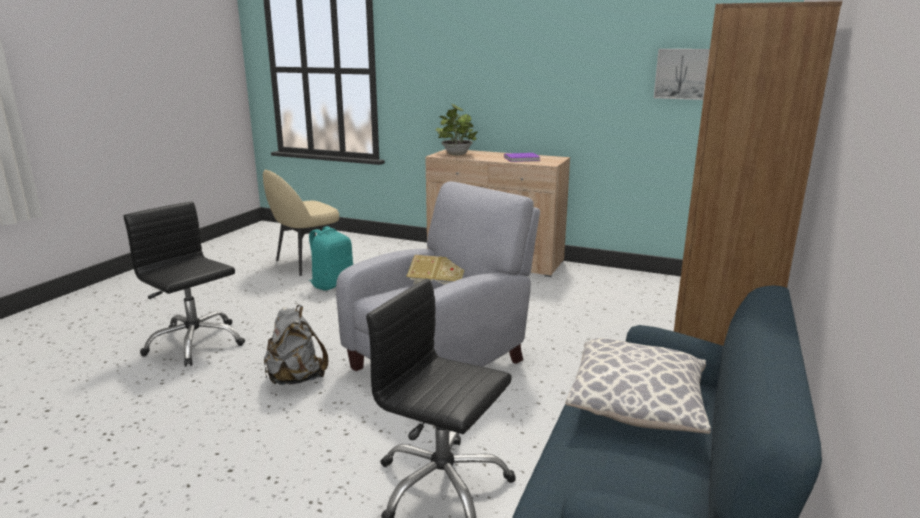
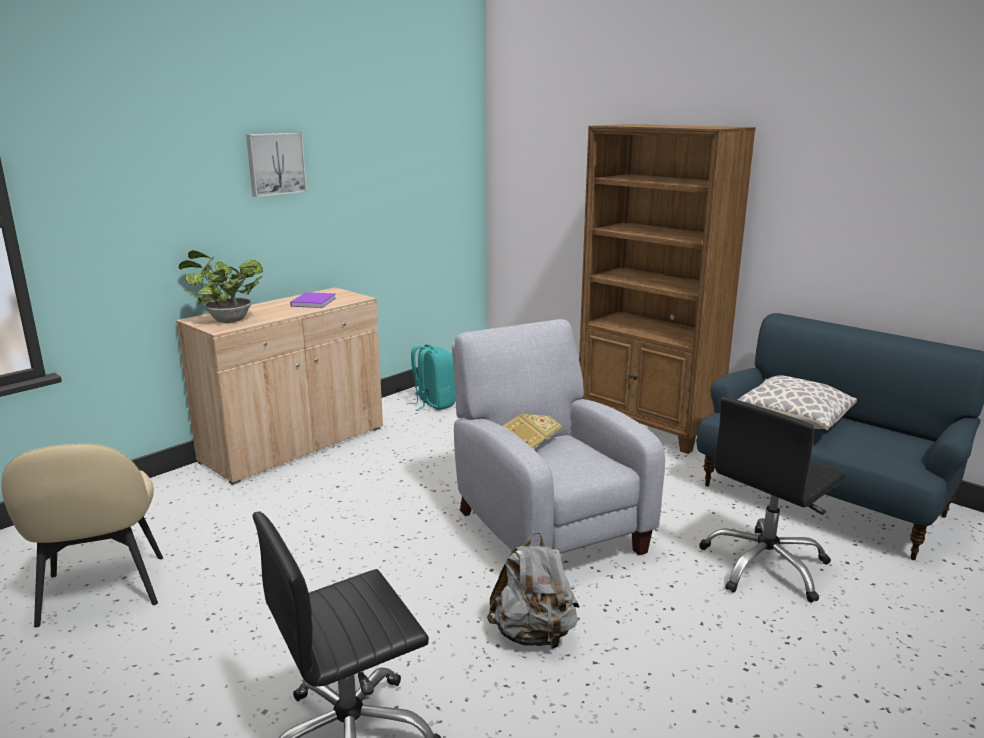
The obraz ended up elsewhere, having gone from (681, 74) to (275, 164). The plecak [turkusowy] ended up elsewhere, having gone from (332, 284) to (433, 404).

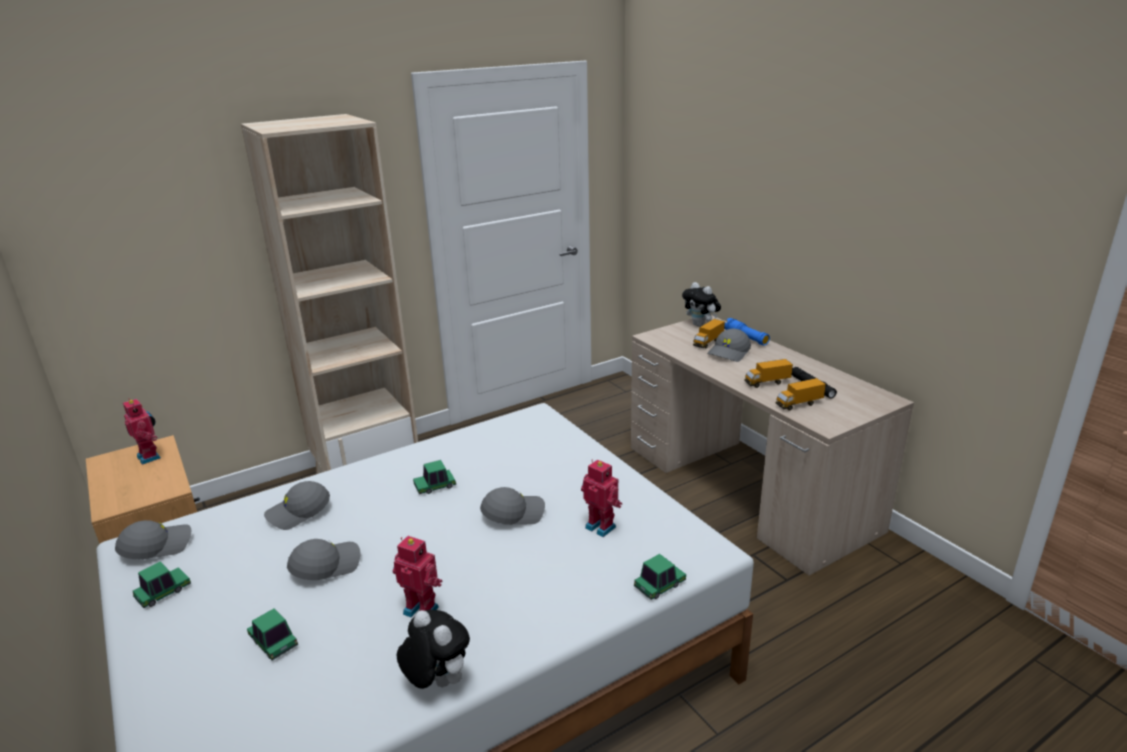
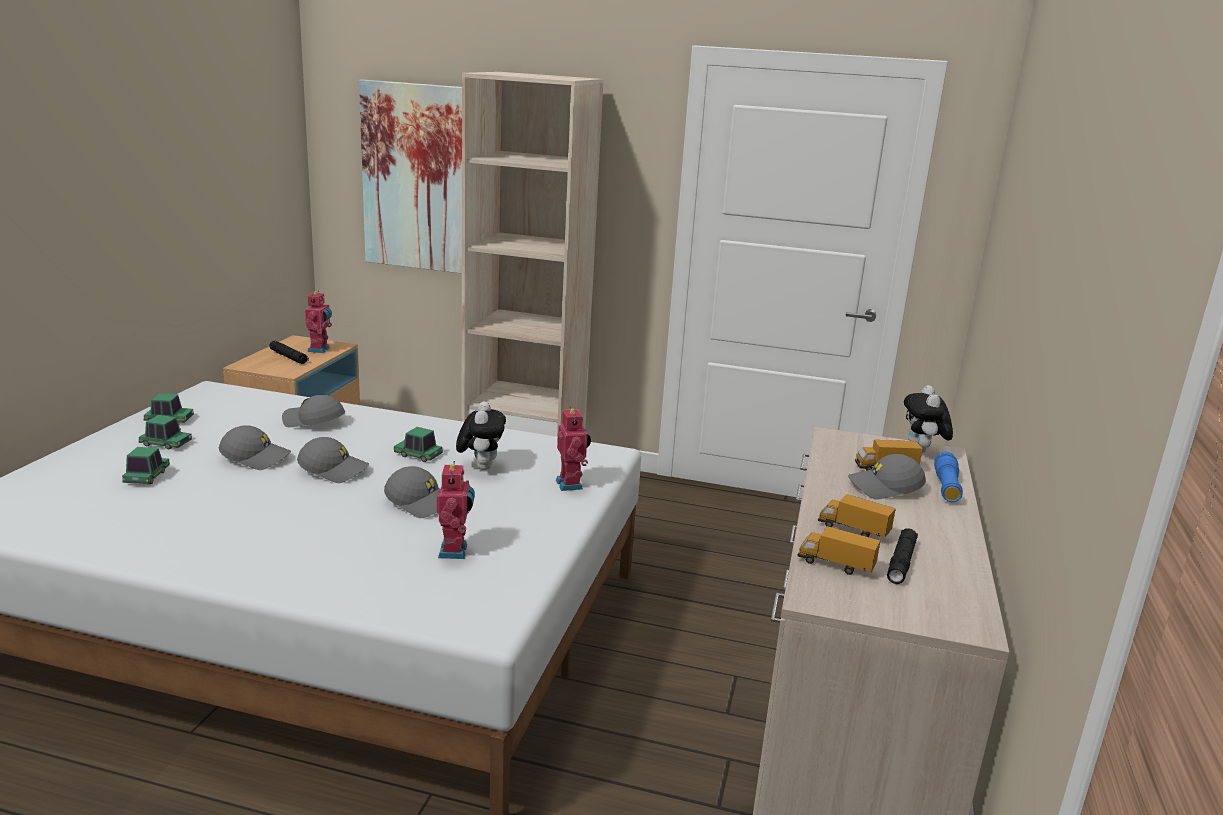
The samochodzik ended up elsewhere, having gone from (659, 585) to (165, 444). The second view gained the latarka [czarny] at (289, 357). The czapka z daszkiem [szary] ended up elsewhere, having gone from (157, 546) to (334, 470). The second view gained the obraz at (419, 178). The pluszak ended up elsewhere, having gone from (436, 682) to (481, 466). The robot zabawkowy ended up elsewhere, having gone from (422, 609) to (571, 484).

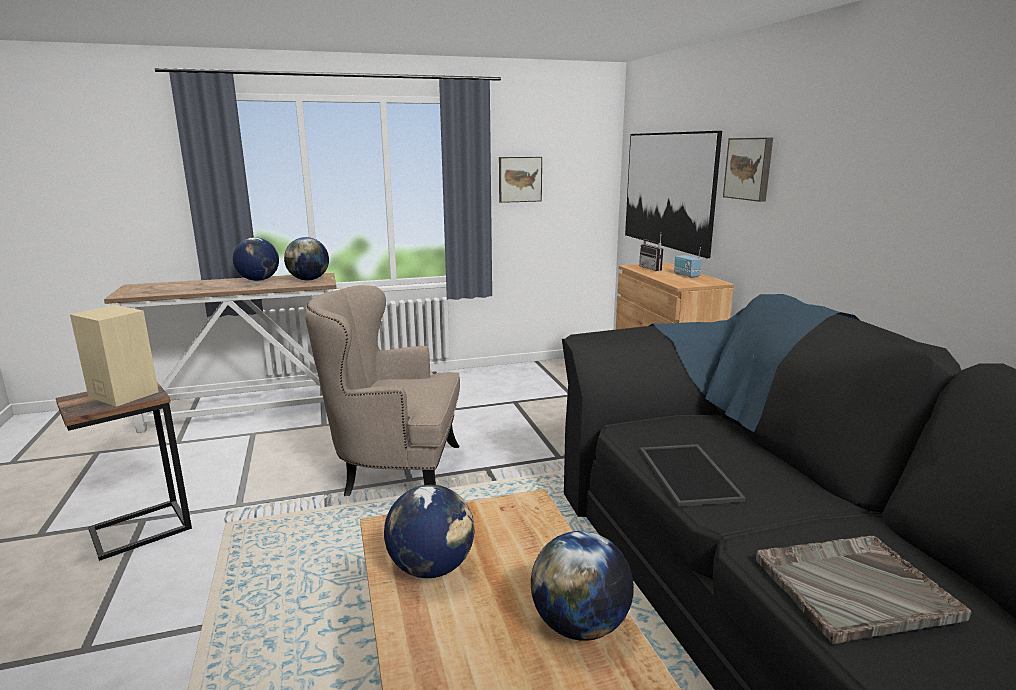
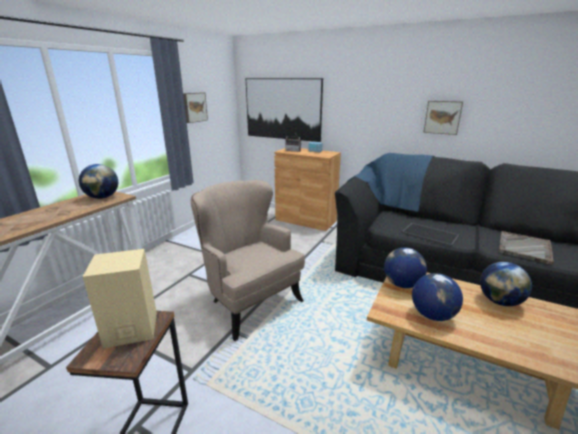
The fotel [beżowy] at (394, 474) ended up facing another way, 90 degrees clockwise from before. The globus ended up elsewhere, having gone from (258, 280) to (402, 284). The obraz ended up elsewhere, having gone from (749, 168) to (442, 117).

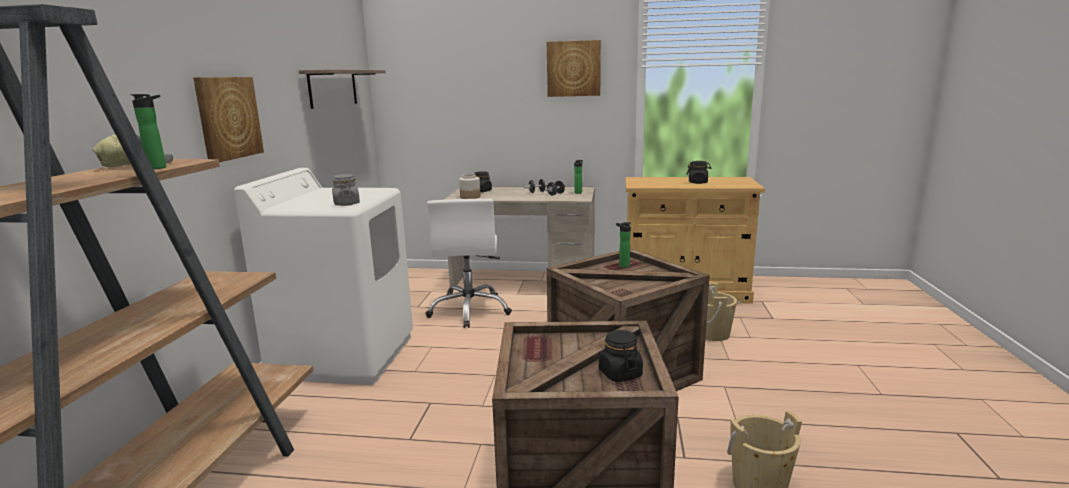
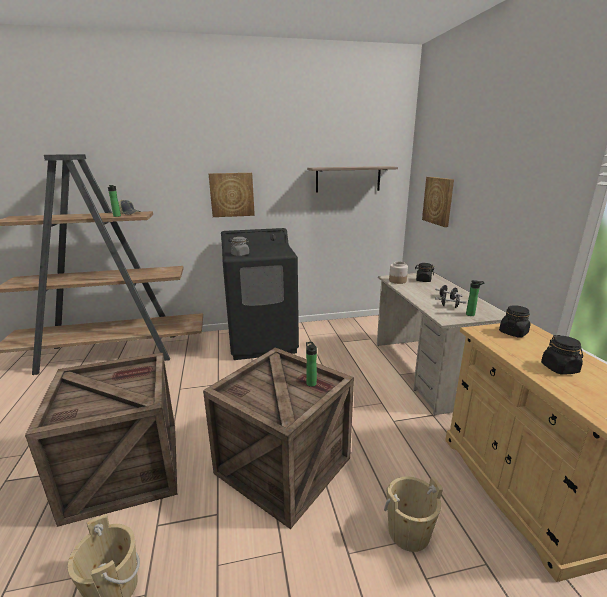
What was the pralka [biały] at (345, 356) turned into the pralka [czarny] at (263, 341). The obraz ended up elsewhere, having gone from (573, 68) to (438, 201). The słoik [czarny] ended up elsewhere, having gone from (620, 374) to (513, 332). The second view lost the krzesło biurowe [biały] at (470, 310).

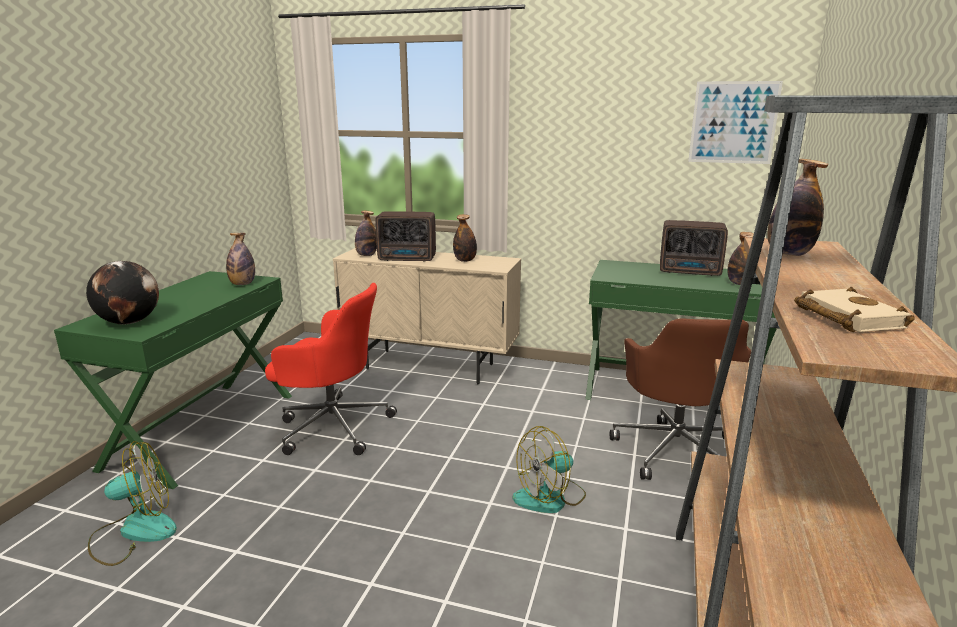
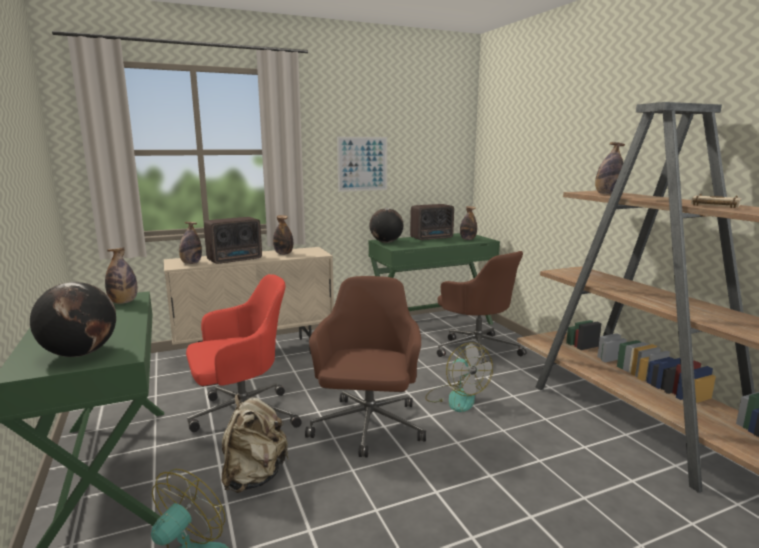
The second view gained the plecak [beżowy] at (254, 477). The second view gained the krzesło biurowe [brązowy] at (368, 428). The obraz ended up elsewhere, having gone from (733, 122) to (362, 164). The second view gained the globus at (386, 242). The wentylator at (550, 497) ended up facing another way, 45 degrees counterclockwise from before.

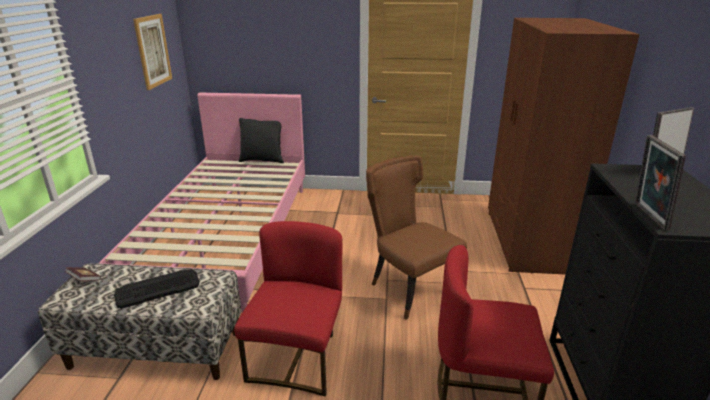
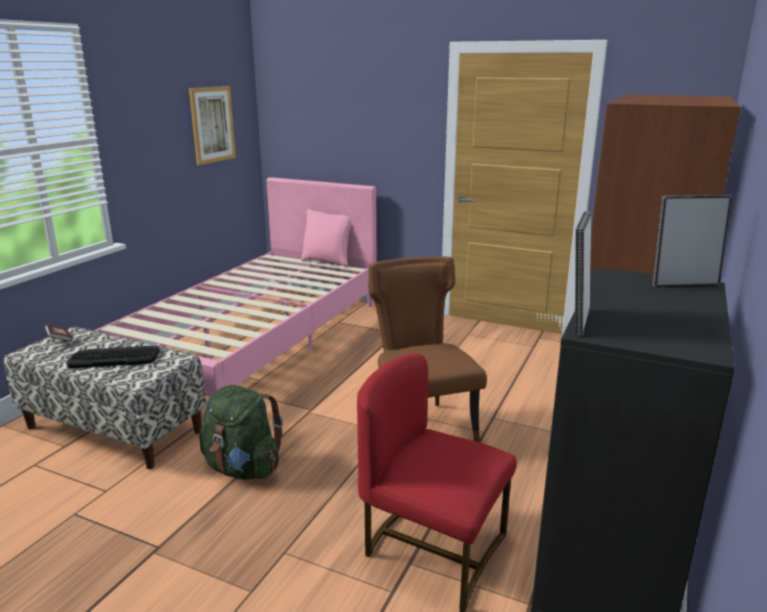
Where the krzesło [czerwony] stood at (297, 358), the plecak [zielony] came to stand at (242, 468). What was the poduszka [czarny] at (262, 160) turned into the poduszka [różowy] at (327, 261).

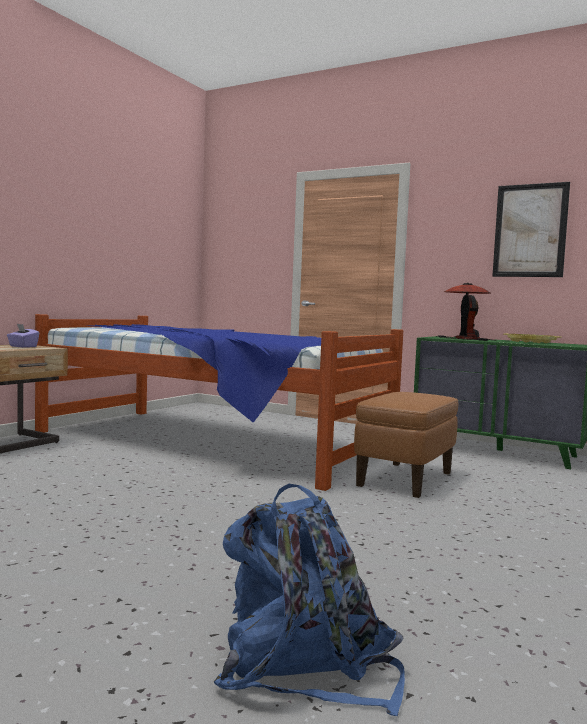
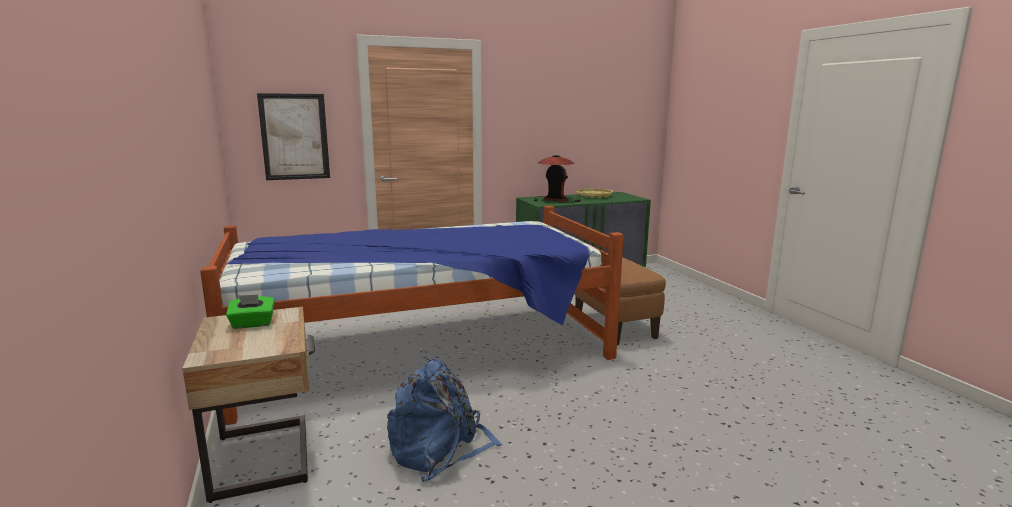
What was the pudełko chusteczek [fioletowy] at (22, 346) turned into the pudełko chusteczek [zielony] at (252, 324). The obraz ended up elsewhere, having gone from (530, 230) to (294, 137). The plecak [niebieski] ended up elsewhere, having gone from (305, 664) to (440, 449).

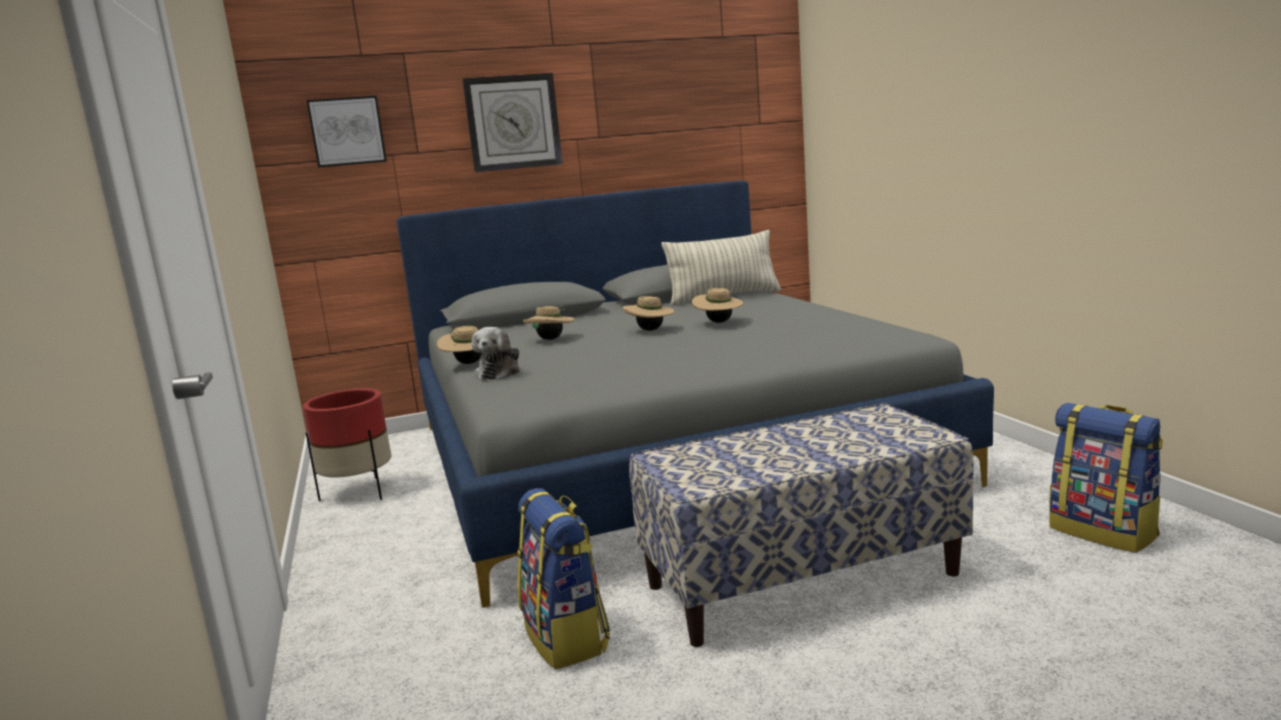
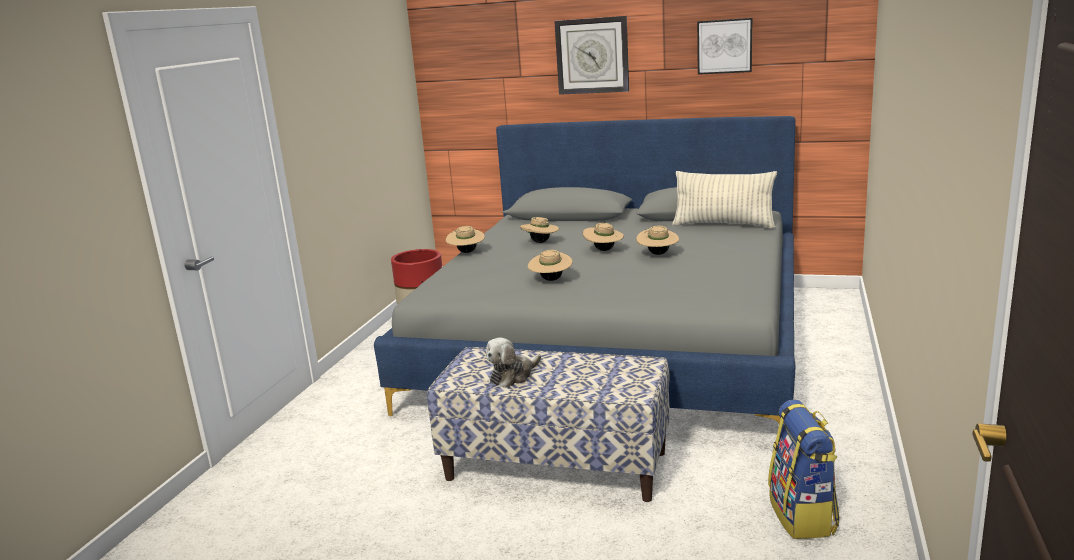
The pluszak ended up elsewhere, having gone from (499, 372) to (513, 376). The second view gained the kapelusz [beżowy] at (551, 280). The obraz ended up elsewhere, having gone from (347, 131) to (724, 46). The second view lost the plecak at (567, 638).

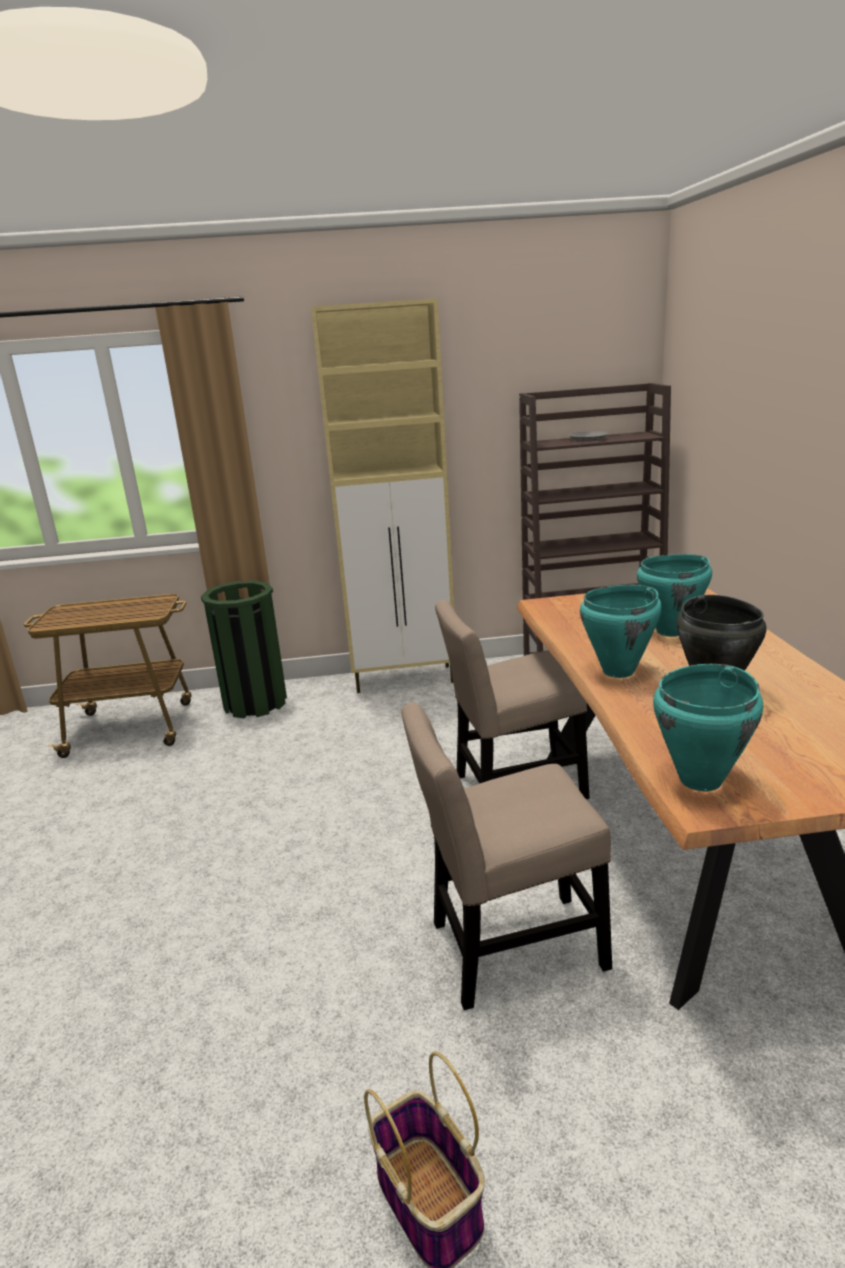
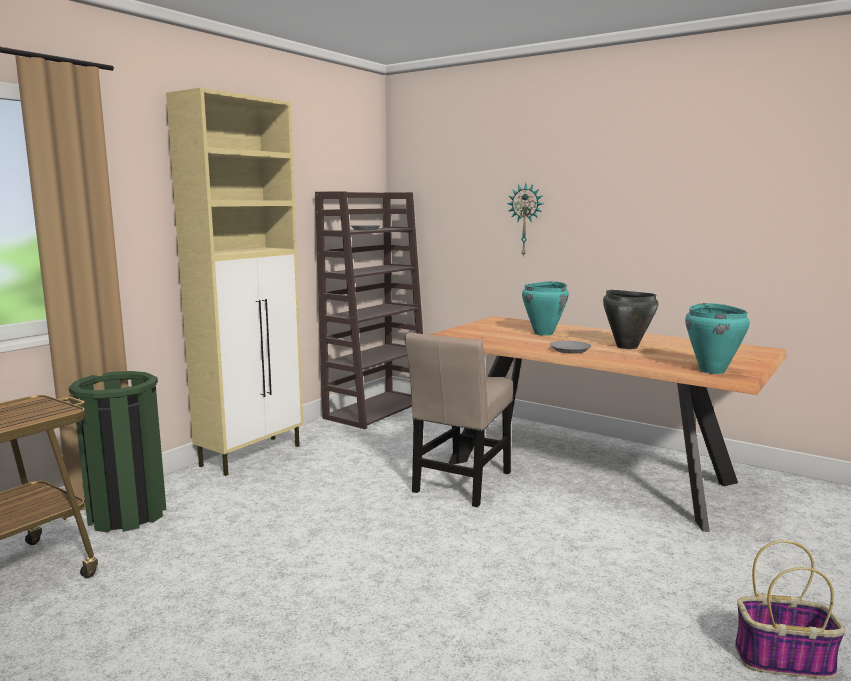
The second view gained the zegar ścienny at (526, 220). Where the garnek [turkusowy] stood at (619, 671), the talerz [szary] came to stand at (570, 350). The second view lost the krzesło [beżowy] at (509, 949).

